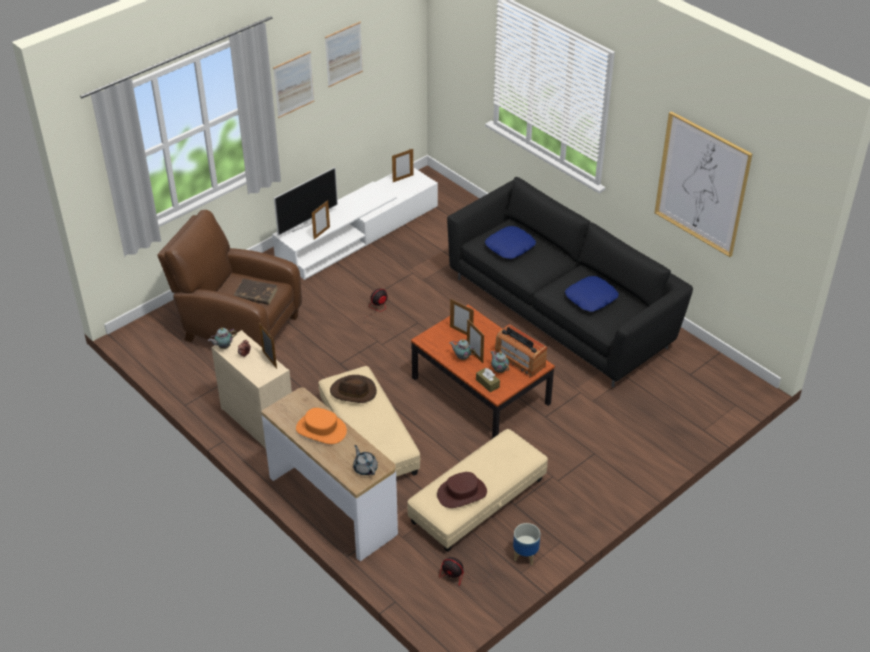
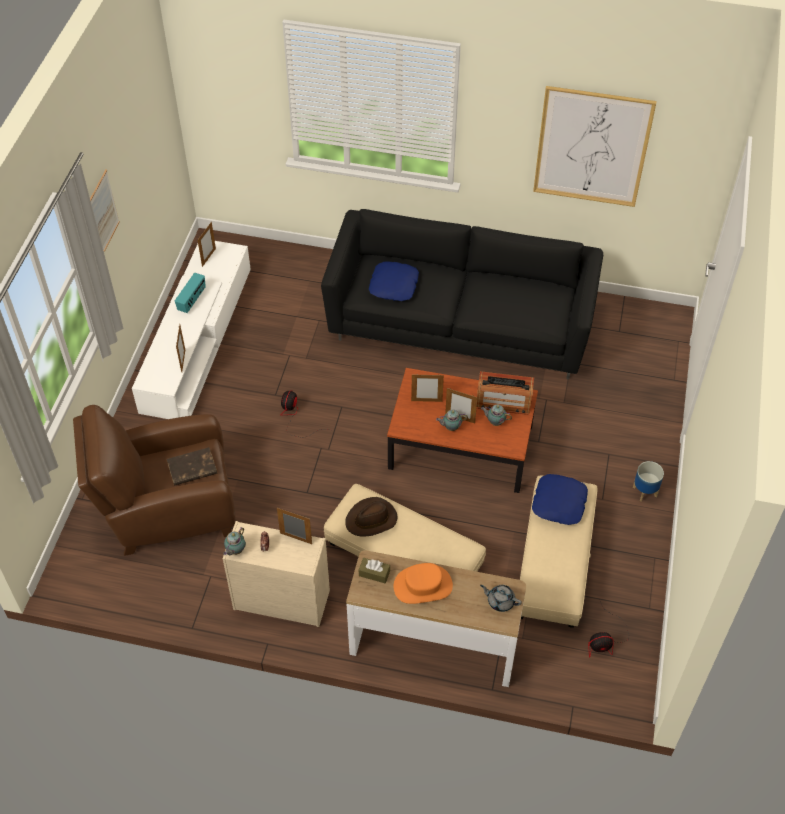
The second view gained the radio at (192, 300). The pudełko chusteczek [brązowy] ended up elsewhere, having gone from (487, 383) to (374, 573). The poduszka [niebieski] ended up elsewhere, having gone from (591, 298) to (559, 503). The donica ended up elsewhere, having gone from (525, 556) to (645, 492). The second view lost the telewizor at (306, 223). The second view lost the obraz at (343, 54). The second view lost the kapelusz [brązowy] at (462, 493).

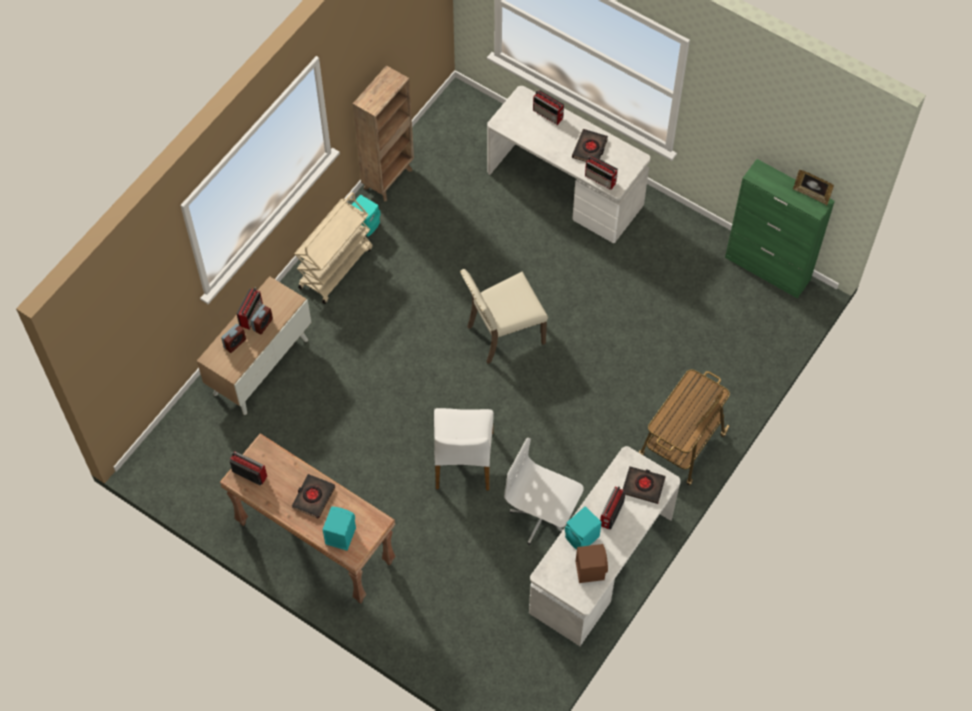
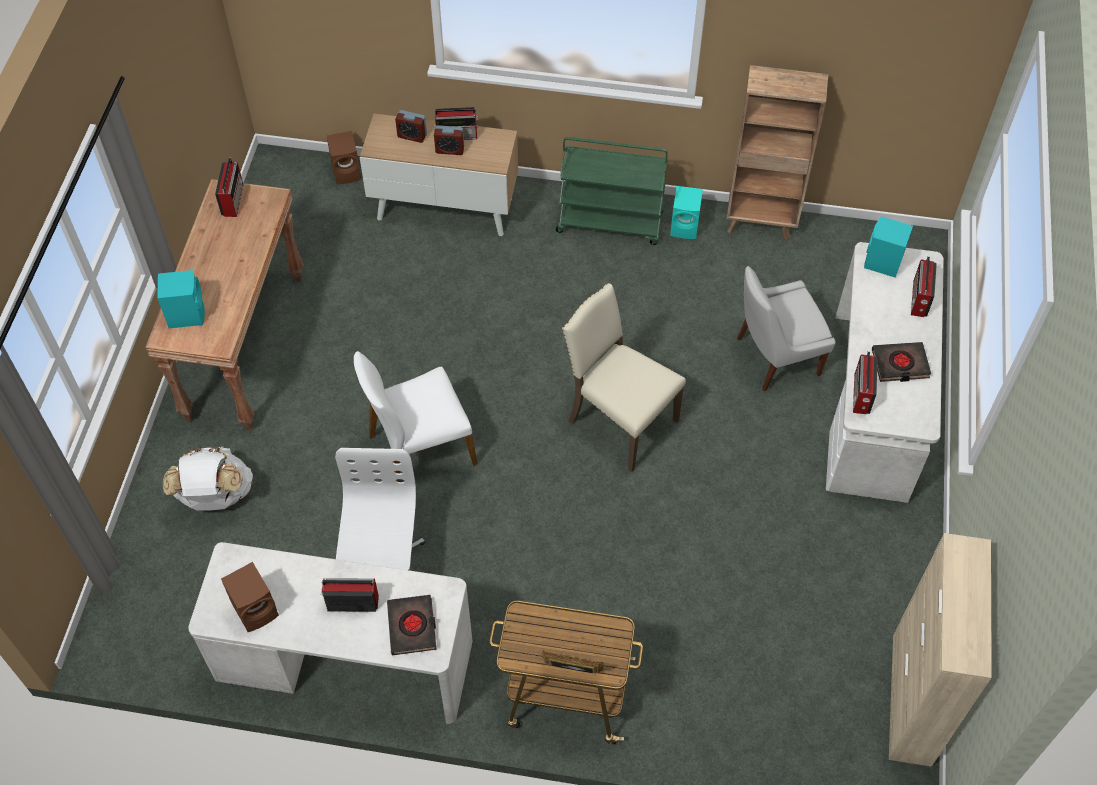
The second view gained the plecak [biały] at (215, 496). The second view gained the głośnik [brązowy] at (347, 172). What was the wózek [beżowy] at (335, 267) turned into the wózek [zielony] at (611, 222). The second view gained the krzesło [biały] at (774, 357). The głośnik [turkusowy] ended up elsewhere, having gone from (582, 538) to (882, 263). What was the szafka [zielony] at (768, 269) turned into the szafka [beżowy] at (911, 700). The second view lost the książka [czarny] at (313, 497). The second view lost the ramka na zdjęcie at (811, 194).

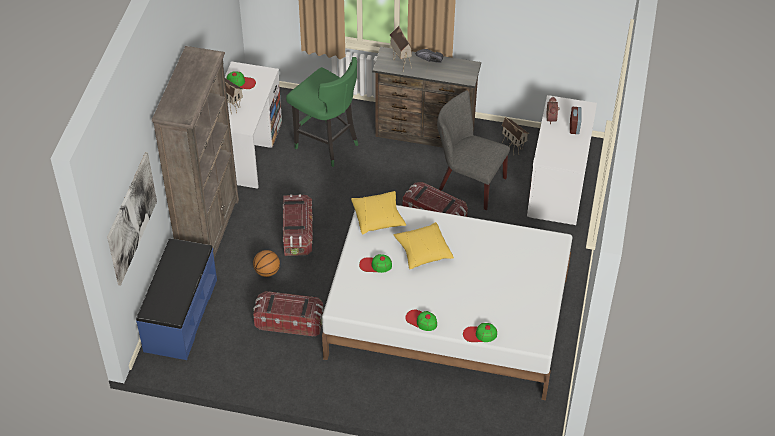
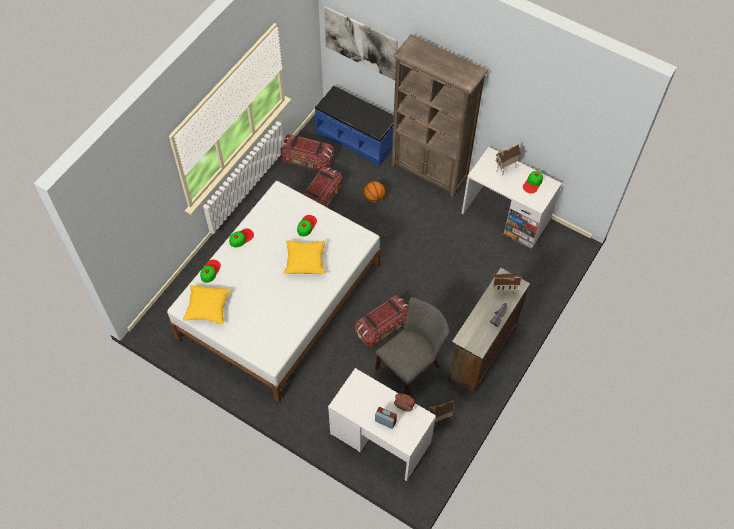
The poduszka [żółty] ended up elsewhere, having gone from (378, 218) to (207, 308). The pojemnik do przechowywania ended up elsewhere, having gone from (297, 234) to (307, 160). The second view lost the stołek [zielony] at (326, 144).

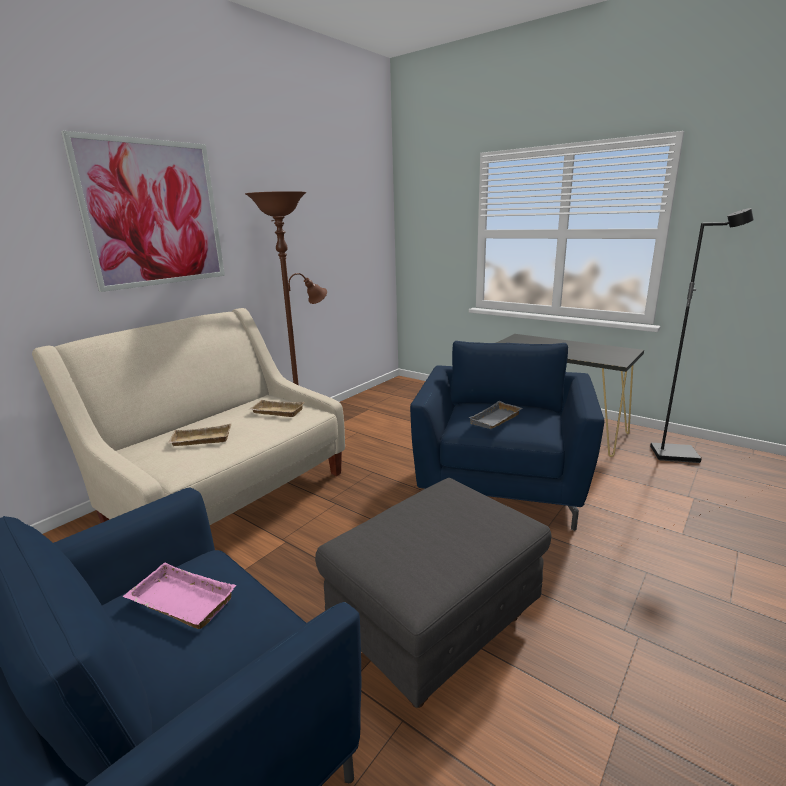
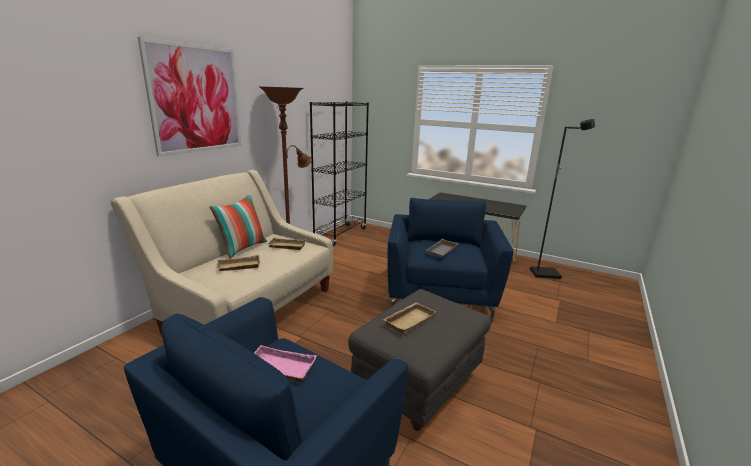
The second view gained the poduszka at (243, 248). The second view gained the regał [czarny] at (340, 234). The second view gained the taca [beżowy] at (409, 320).

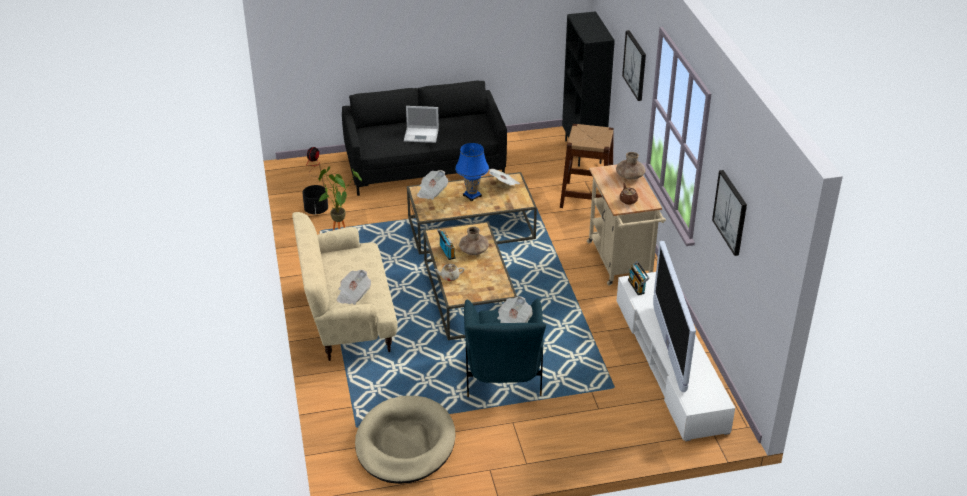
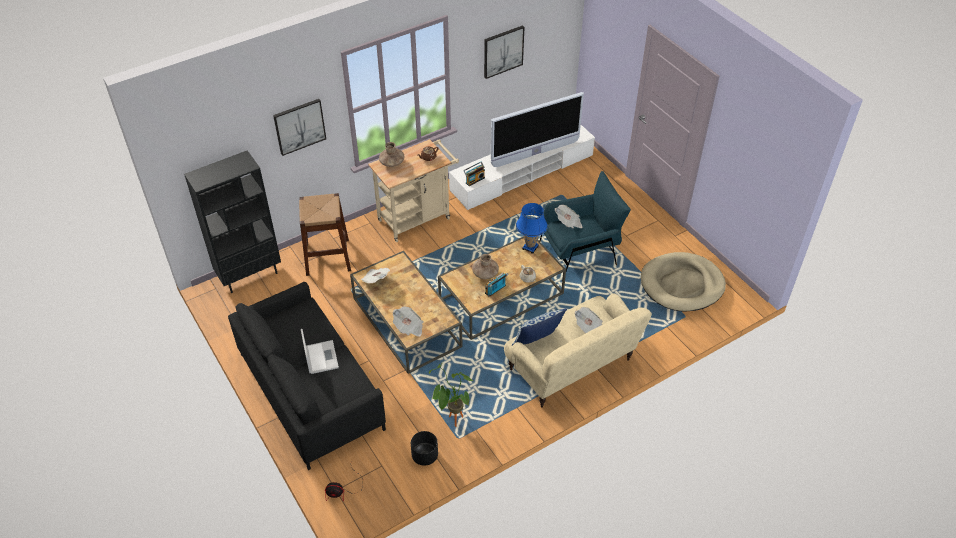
The second view gained the poduszka at (537, 342). The lampa stołowa [niebieski] ended up elsewhere, having gone from (472, 196) to (530, 247).

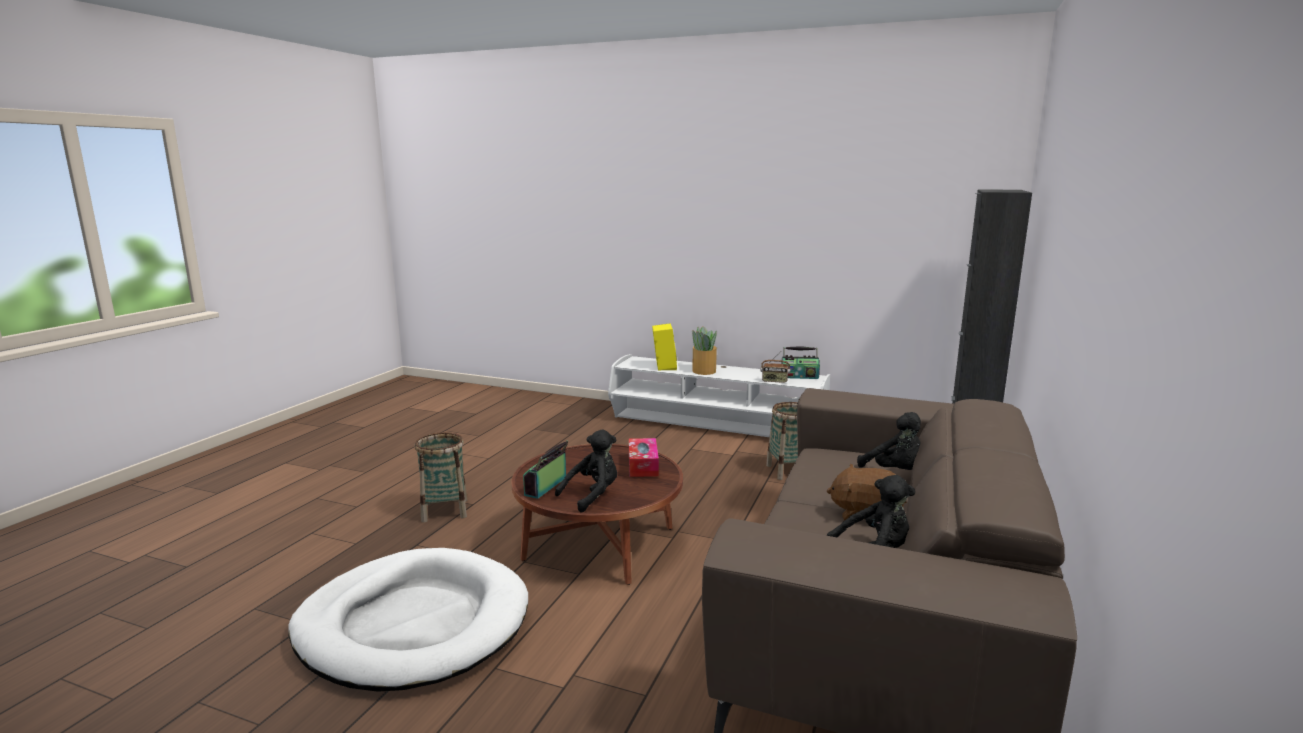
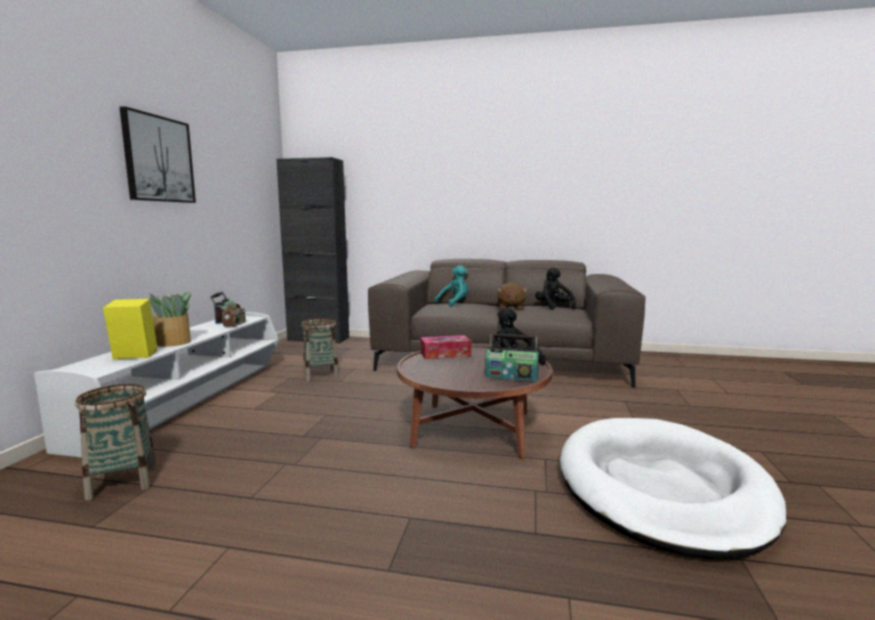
The koszyk ended up elsewhere, having gone from (445, 510) to (122, 481). The second view gained the obraz at (158, 159). What was the pluszak [czarny] at (896, 472) turned into the pluszak [turkusowy] at (454, 303).

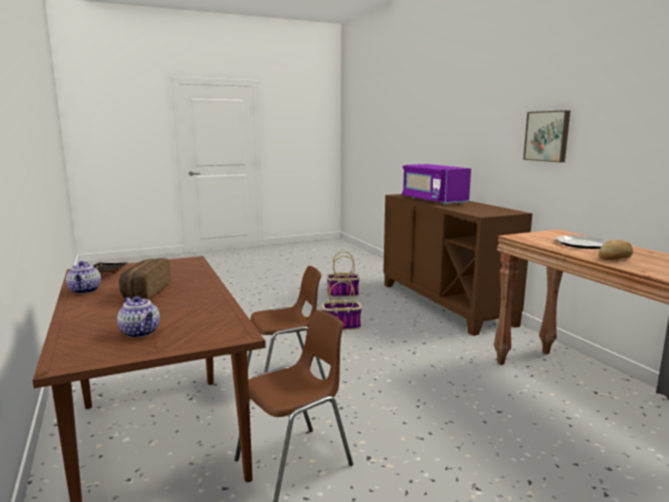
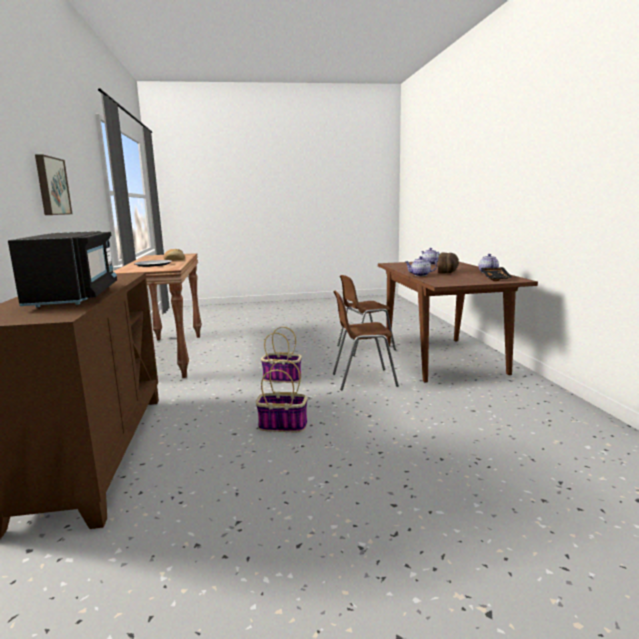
What was the mikrofalówka [fioletowy] at (433, 201) turned into the mikrofalówka [czarny] at (74, 297). The koszyk ended up elsewhere, having gone from (342, 294) to (283, 378). The second view gained the imbryk at (420, 275).

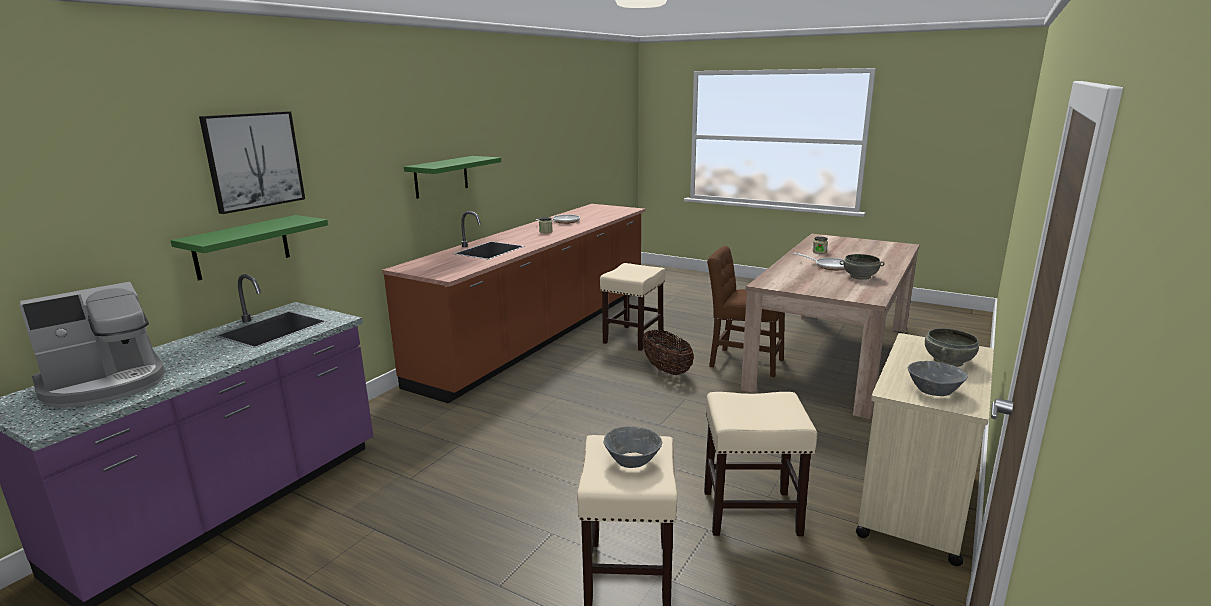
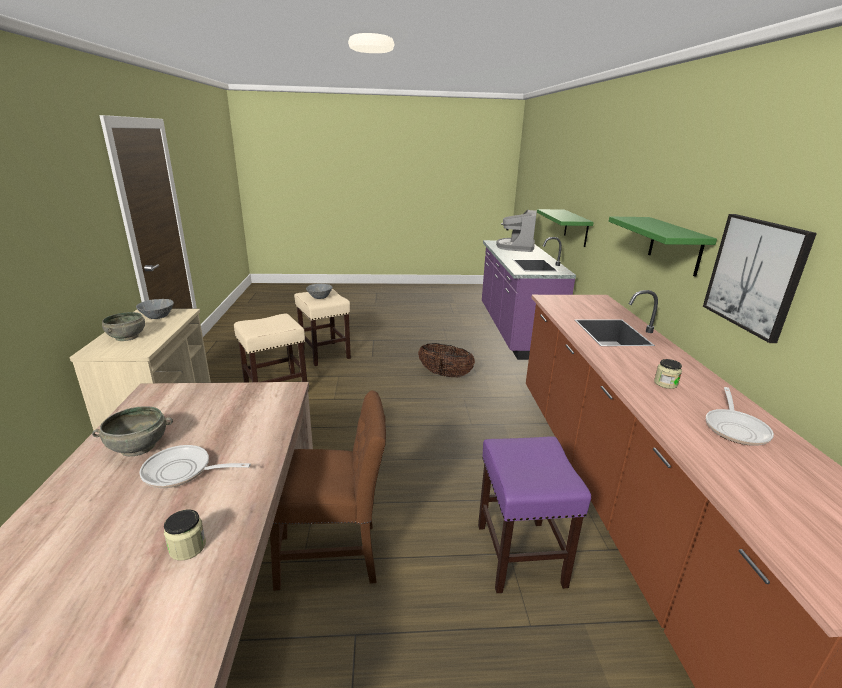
The koszyk ended up elsewhere, having gone from (666, 370) to (445, 374). What was the stołek [beżowy] at (633, 338) turned into the stołek [fioletowy] at (519, 553). The obraz ended up elsewhere, having gone from (254, 160) to (755, 275).

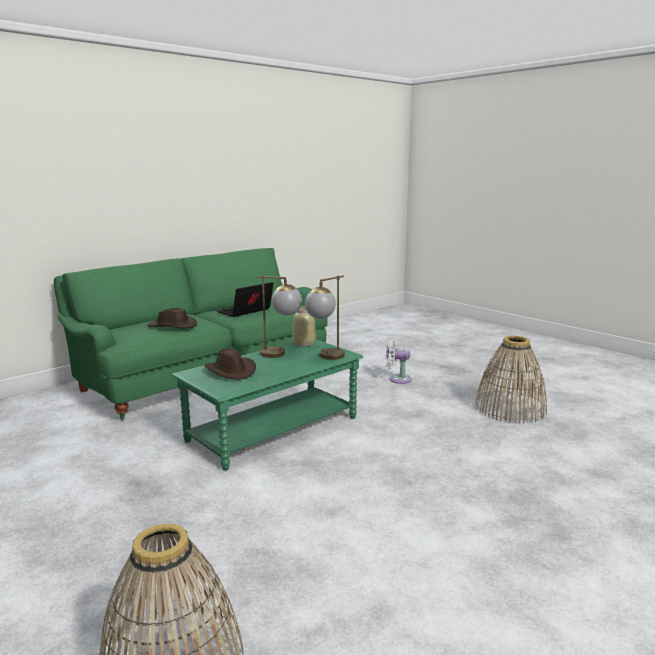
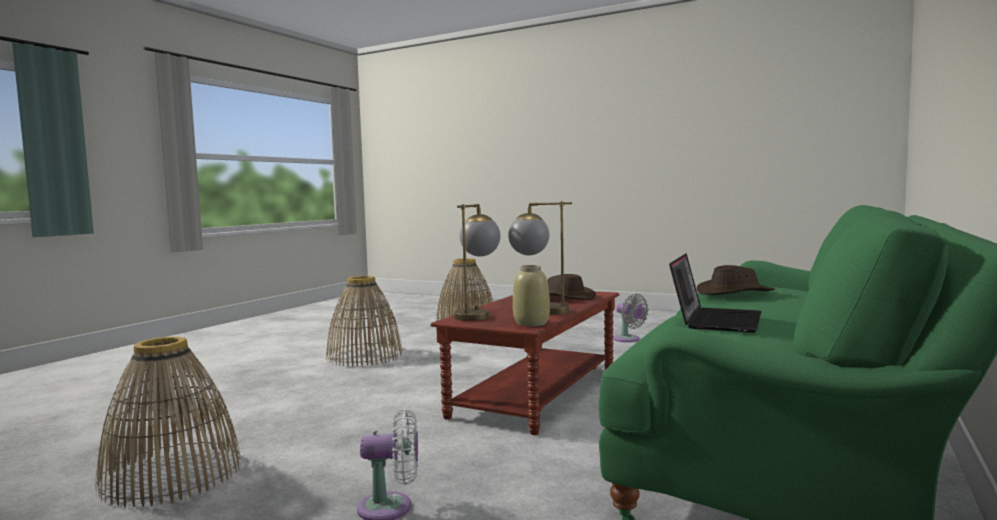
The second view gained the koszyk at (365, 356). What was the ława [zielony] at (274, 429) turned into the ława [brązowy] at (536, 393). The second view gained the wentylator [szary] at (628, 339).

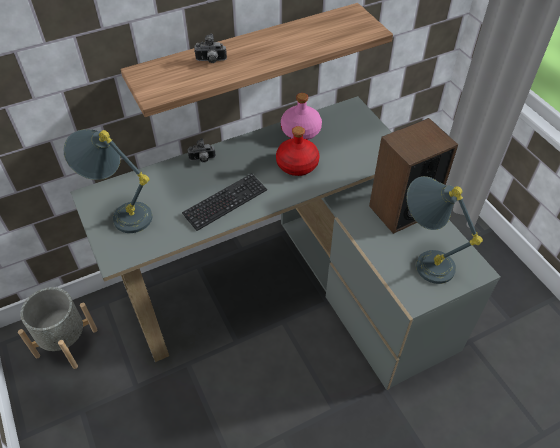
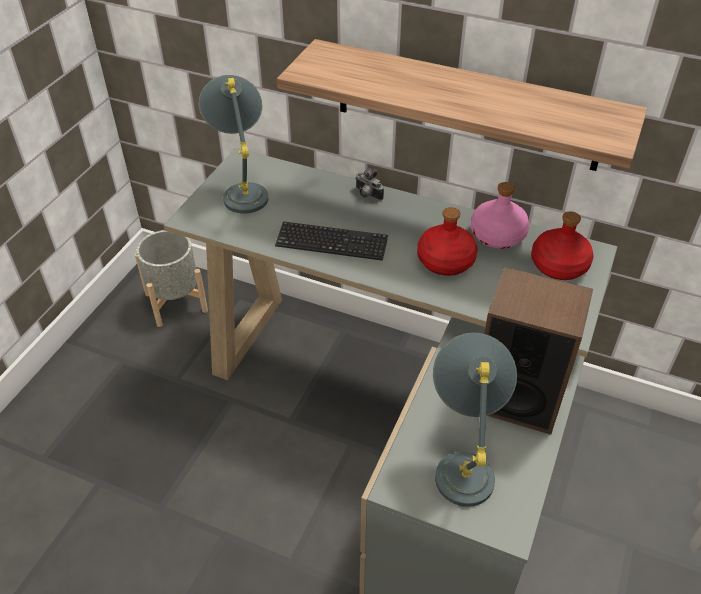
The second view gained the butelka [czerwony] at (559, 266). The second view lost the aparat fotograficzny at (211, 61).

